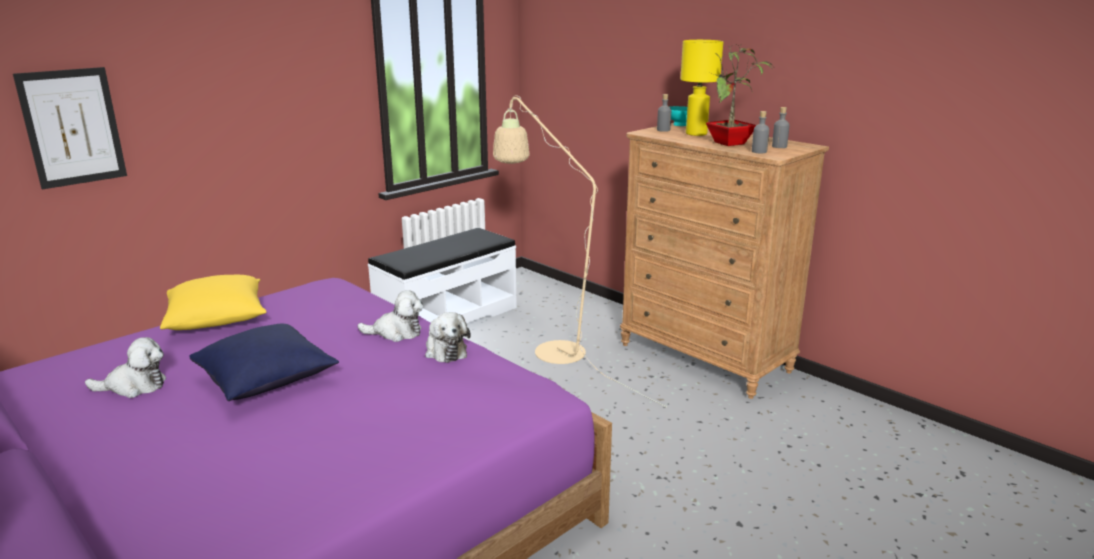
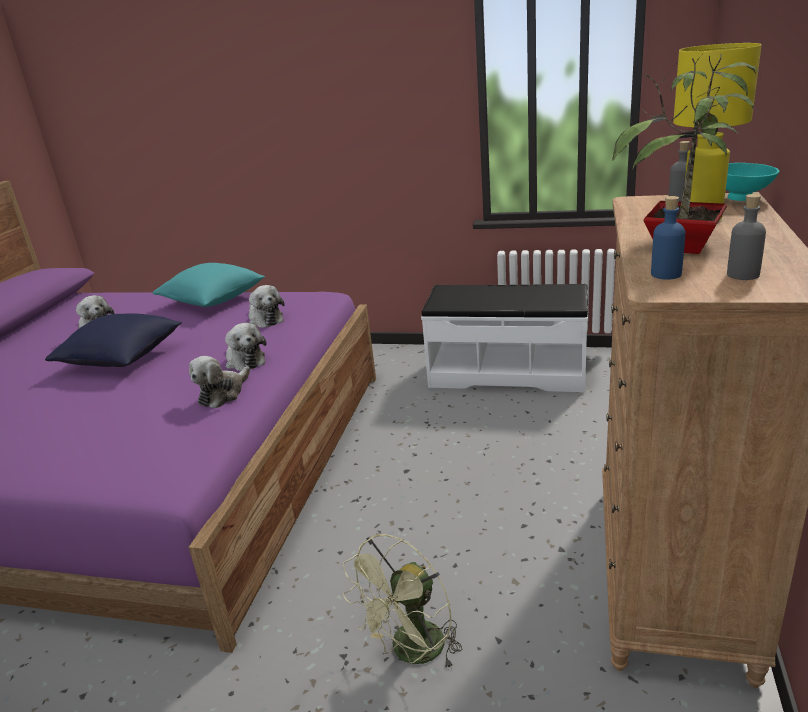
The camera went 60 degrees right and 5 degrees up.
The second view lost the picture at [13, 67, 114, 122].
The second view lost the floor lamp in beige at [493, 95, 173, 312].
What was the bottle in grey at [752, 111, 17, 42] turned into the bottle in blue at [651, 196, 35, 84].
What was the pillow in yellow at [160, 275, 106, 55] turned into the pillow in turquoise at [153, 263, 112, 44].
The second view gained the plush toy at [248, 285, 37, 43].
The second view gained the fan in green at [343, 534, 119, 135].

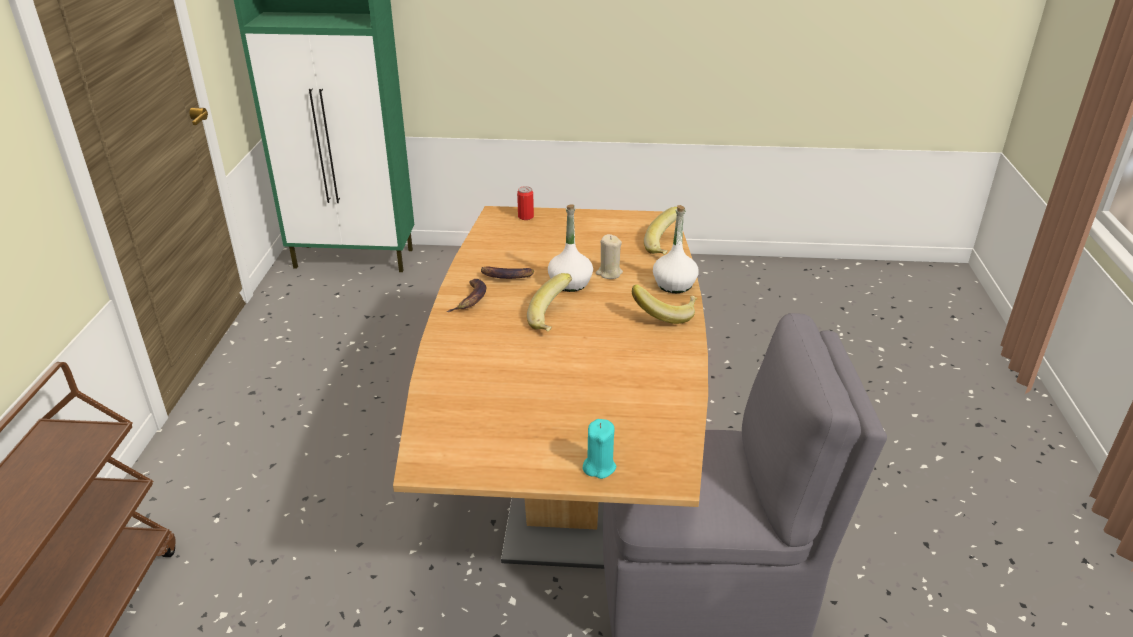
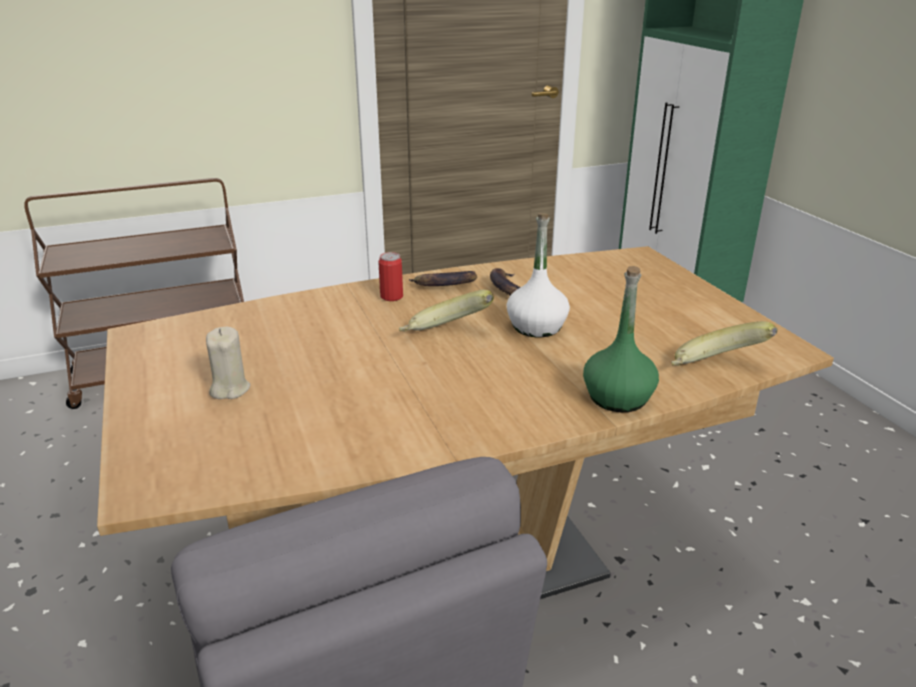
The camera went 65 degrees right and 5 degrees down.
The can ended up elsewhere, having gone from [517, 186, 17, 34] to [378, 252, 25, 49].
What was the bottle in white at [653, 205, 46, 88] turned into the bottle in green at [583, 266, 76, 146].
The candle in beige ended up elsewhere, having gone from [596, 234, 27, 45] to [206, 327, 44, 72].
The second view lost the banana at [632, 284, 66, 40].
The second view lost the candle in turquoise at [583, 419, 33, 60].

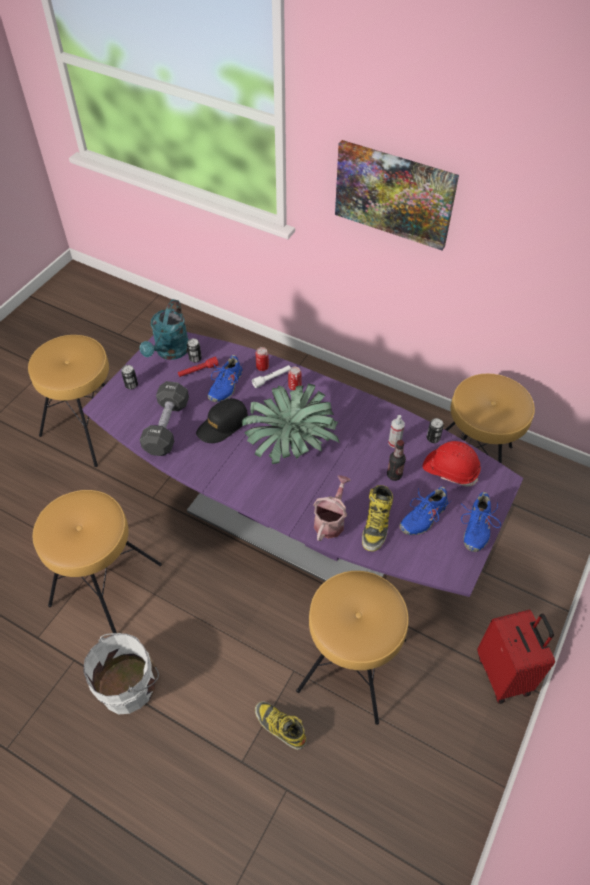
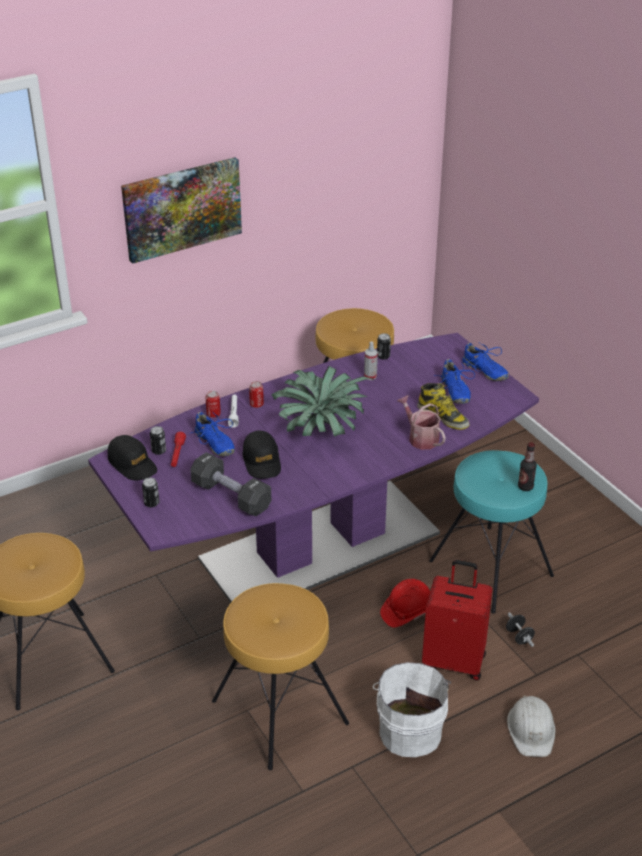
The camera went 60 degrees left and 15 degrees down.
Where the watering can in turquoise stood at [139, 299, 50, 61], the cap in black came to stand at [108, 435, 49, 45].
The bottle ended up elsewhere, having gone from [387, 440, 19, 41] to [518, 442, 19, 49].
The hard hat in red ended up elsewhere, having gone from [423, 441, 58, 46] to [380, 579, 50, 49].
What was the stool in brown at [296, 571, 113, 154] turned into the stool in turquoise at [429, 450, 125, 163].
The suitcase in red ended up elsewhere, having gone from [477, 609, 78, 95] to [422, 560, 71, 121].
Where the boot stood at [255, 701, 52, 49], the dumbbell in black came to stand at [506, 612, 29, 35].
The second view gained the hard hat in white at [507, 695, 48, 62].

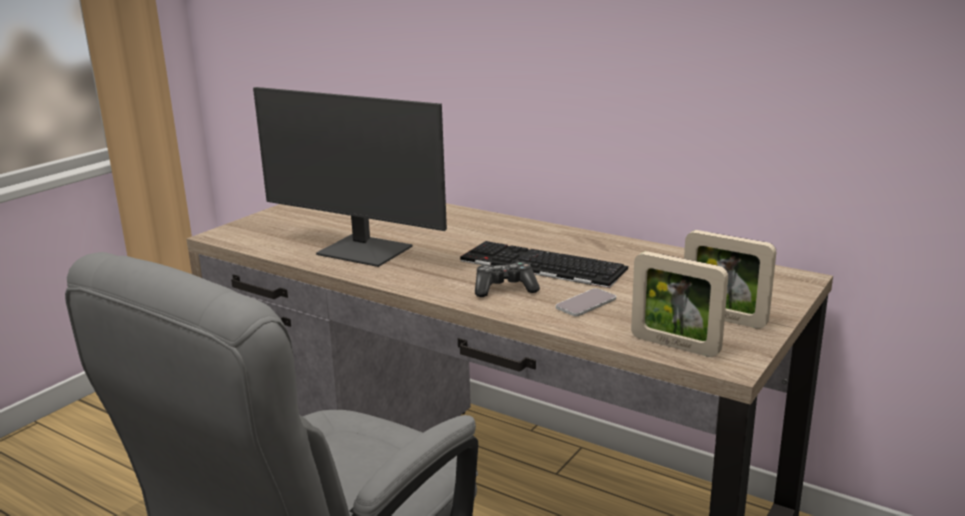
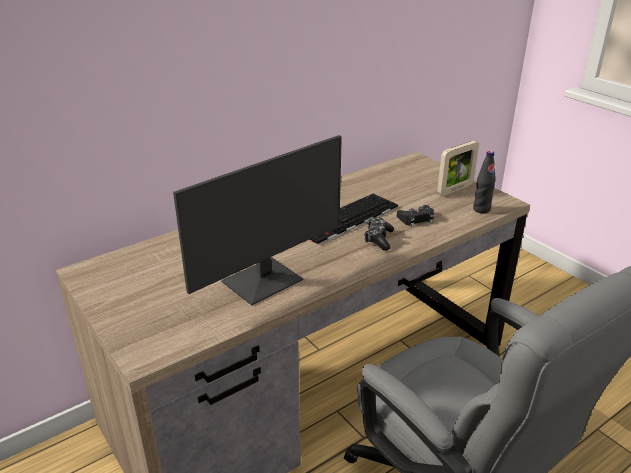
The camera went 70 degrees left and 10 degrees up.
Where the picture frame stood at [631, 251, 97, 106], the bottle in black came to stand at [473, 151, 23, 63].
Where the phone stood at [556, 288, 60, 28], the game controller in black came to stand at [397, 205, 37, 22].

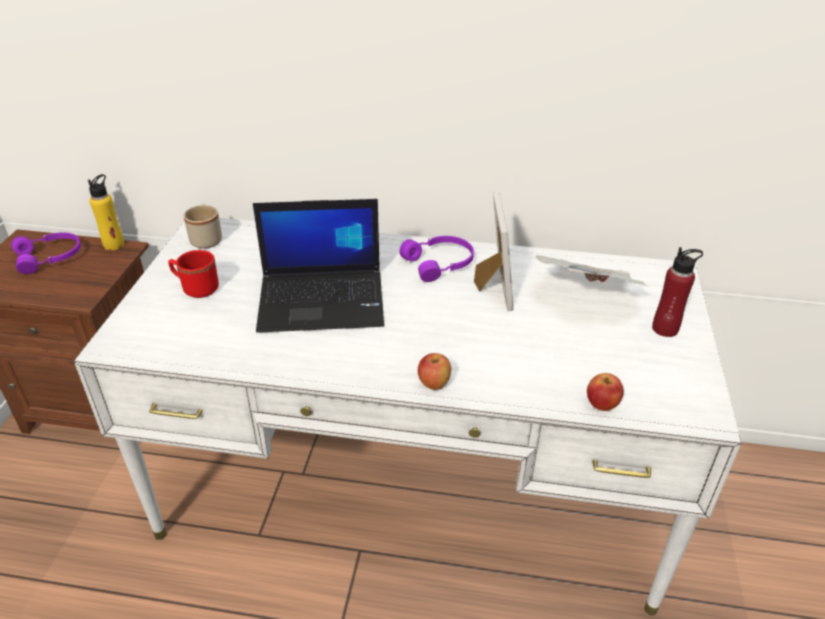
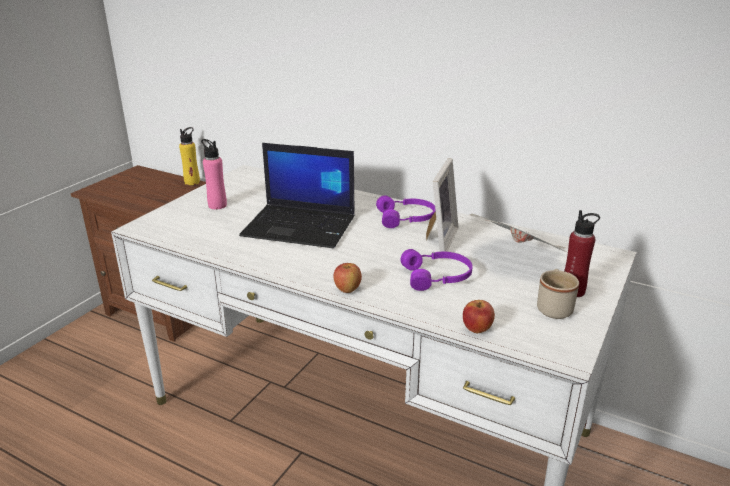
The camera went 20 degrees right and 10 degrees down.
The mug in beige ended up elsewhere, having gone from [183, 204, 39, 45] to [537, 269, 42, 50].
The headphones in purple ended up elsewhere, having gone from [11, 232, 70, 42] to [400, 249, 73, 42].
Where the mug in red stood at [168, 250, 51, 48], the bottle in pink came to stand at [201, 139, 26, 70].

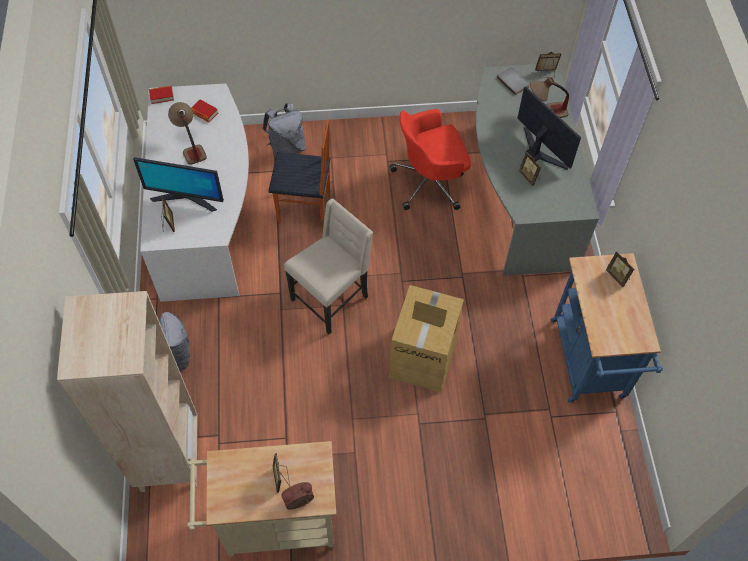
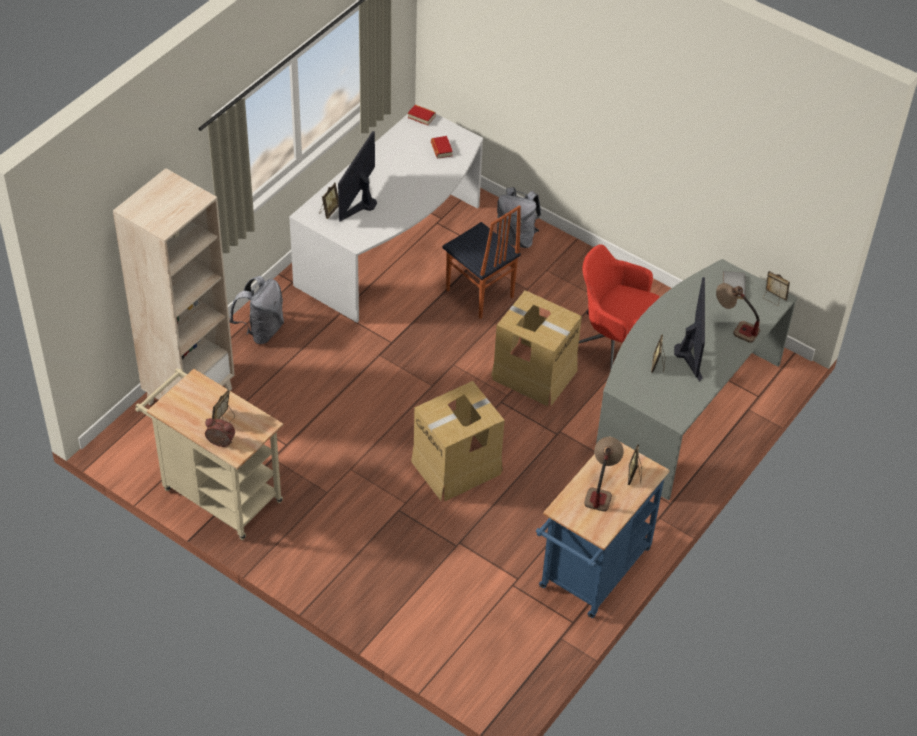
The camera went 40 degrees right and 10 degrees down.
The table lamp ended up elsewhere, having gone from [168, 102, 39, 63] to [584, 437, 40, 74].
The monitor at [133, 157, 91, 55] ended up facing another way, 60 degrees clockwise from before.
The second view lost the chair in beige at [284, 198, 89, 136].
The second view gained the cardboard box at [491, 290, 91, 116].

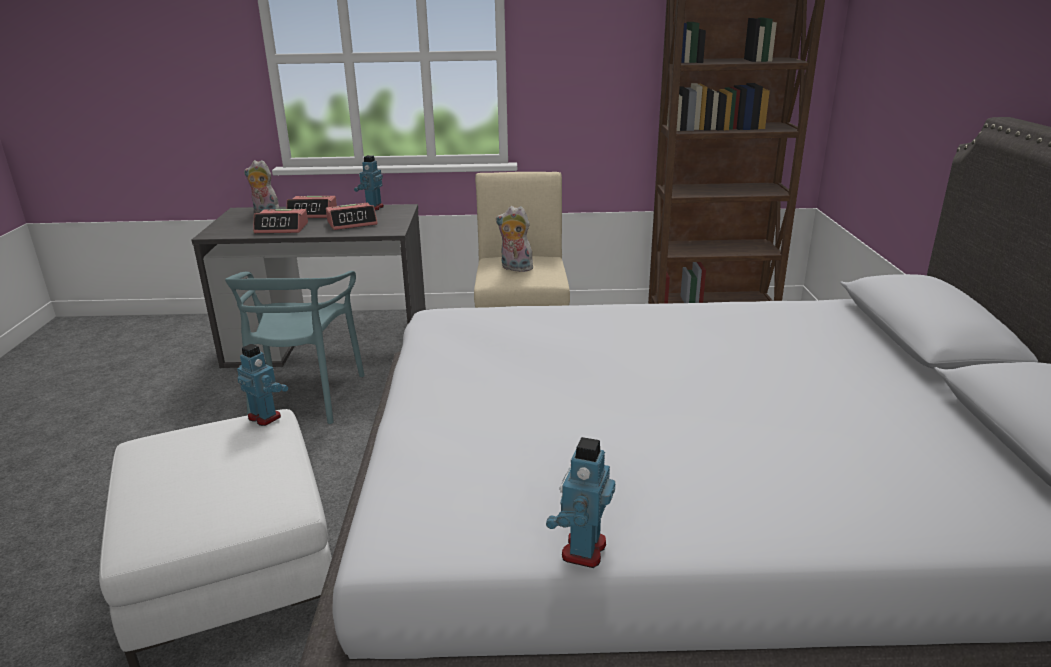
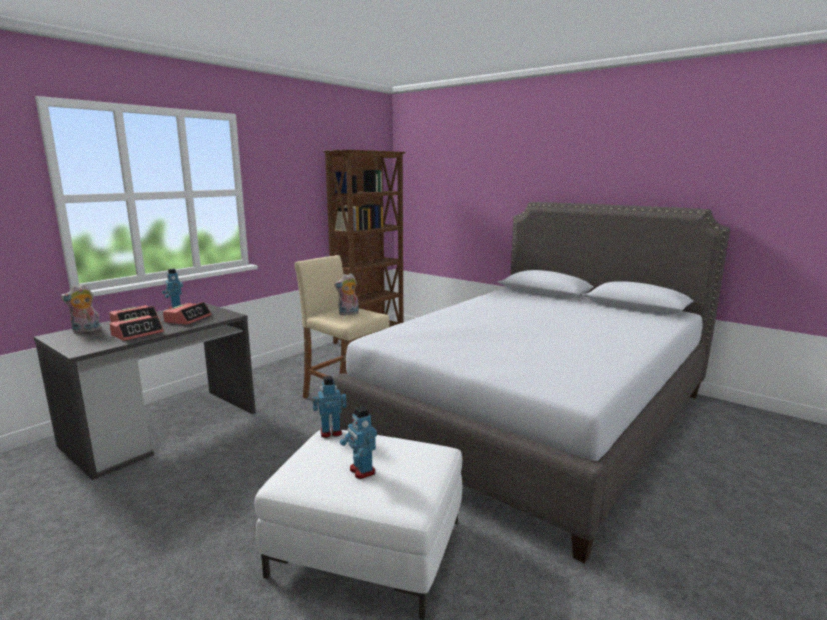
The camera went 50 degrees left and 10 degrees down.
The second view lost the chair in turquoise at [225, 271, 140, 153].
The toy robot ended up elsewhere, having gone from [546, 437, 69, 131] to [340, 406, 37, 73].

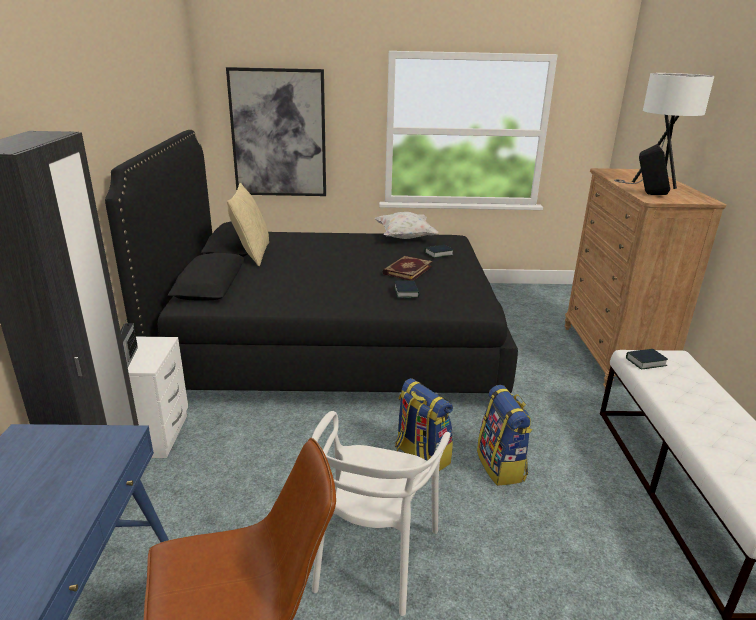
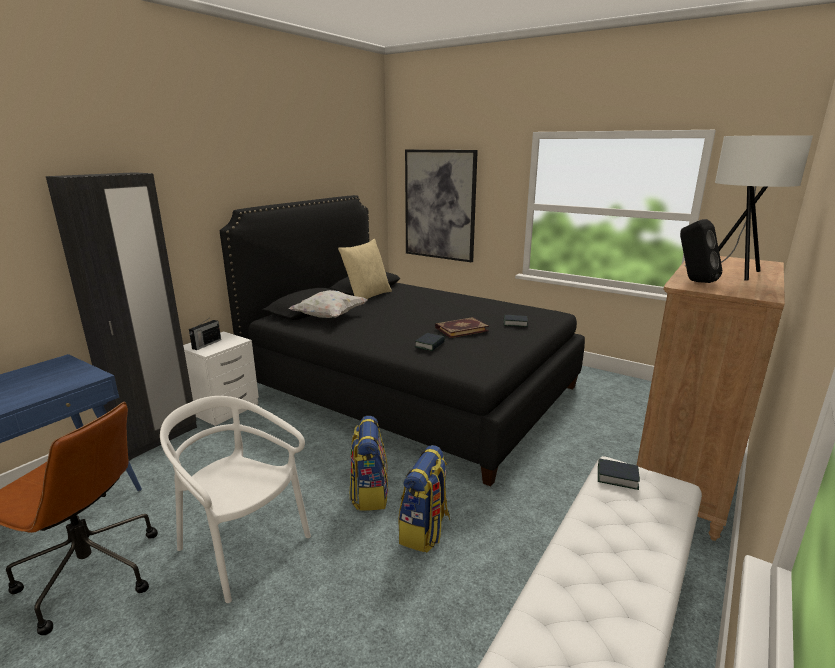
The camera went 35 degrees right and 5 degrees down.
The pillow in white ended up elsewhere, having gone from [375, 212, 63, 27] to [288, 290, 80, 28].
The chair in white at [312, 411, 139, 205] ended up facing another way, 75 degrees clockwise from before.

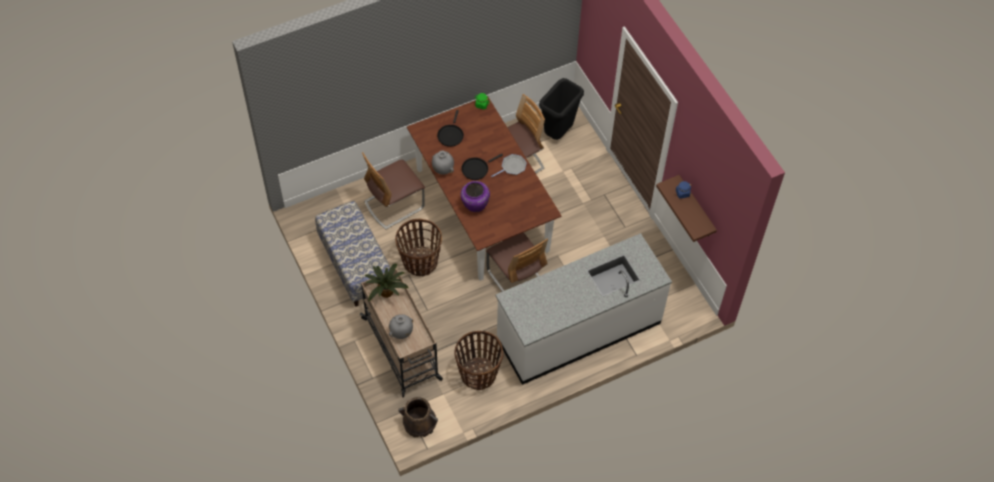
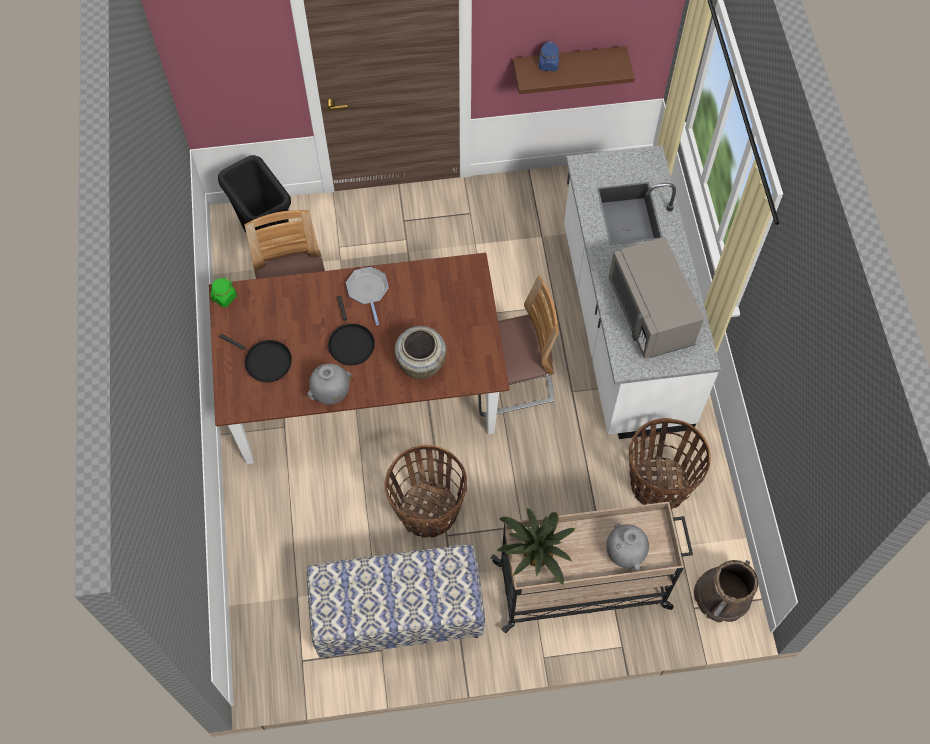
The camera went 70 degrees left and 5 degrees up.
The second view lost the chair at [362, 152, 63, 78].
What was the vase in purple at [461, 181, 29, 31] turned into the vase in beige at [395, 326, 51, 53].
The second view gained the microwave in grey at [609, 237, 95, 122].

